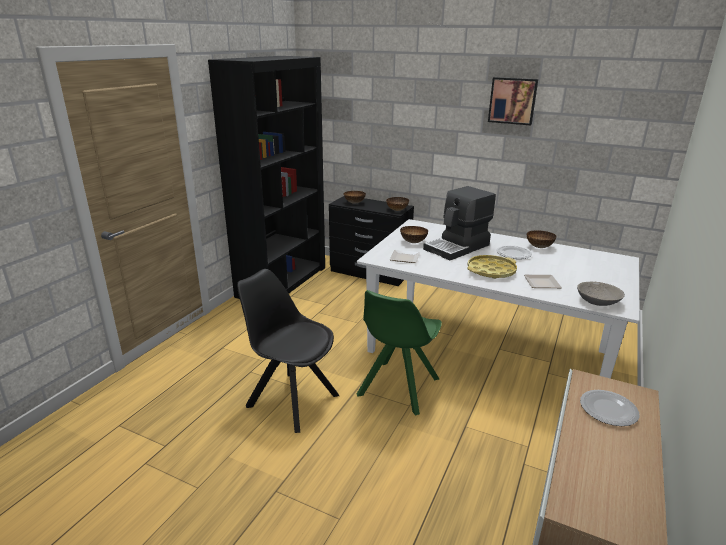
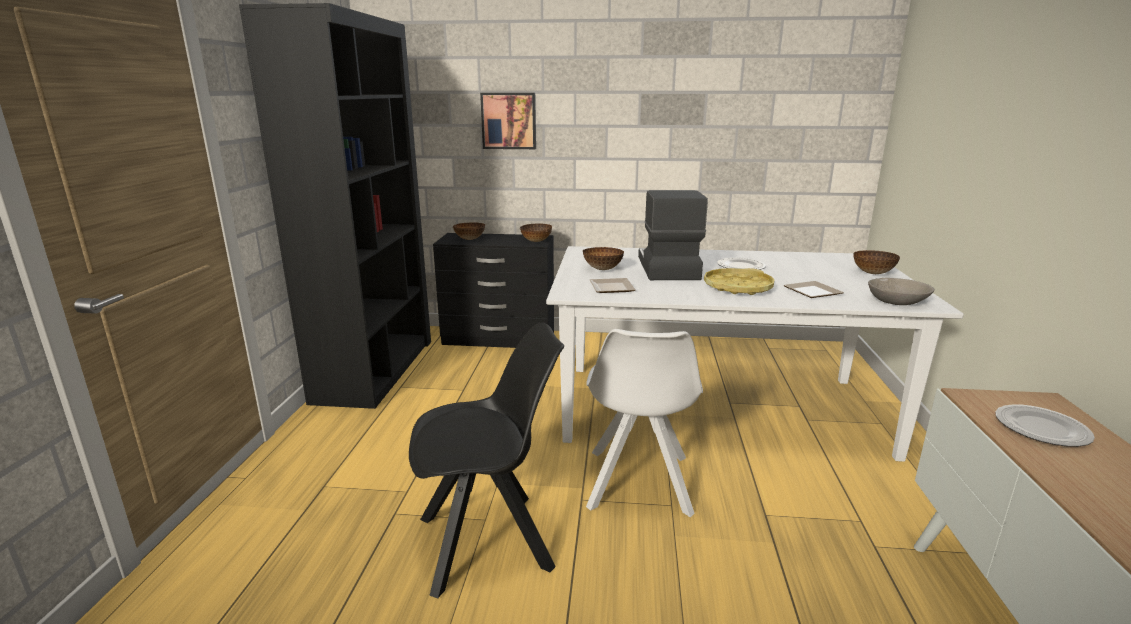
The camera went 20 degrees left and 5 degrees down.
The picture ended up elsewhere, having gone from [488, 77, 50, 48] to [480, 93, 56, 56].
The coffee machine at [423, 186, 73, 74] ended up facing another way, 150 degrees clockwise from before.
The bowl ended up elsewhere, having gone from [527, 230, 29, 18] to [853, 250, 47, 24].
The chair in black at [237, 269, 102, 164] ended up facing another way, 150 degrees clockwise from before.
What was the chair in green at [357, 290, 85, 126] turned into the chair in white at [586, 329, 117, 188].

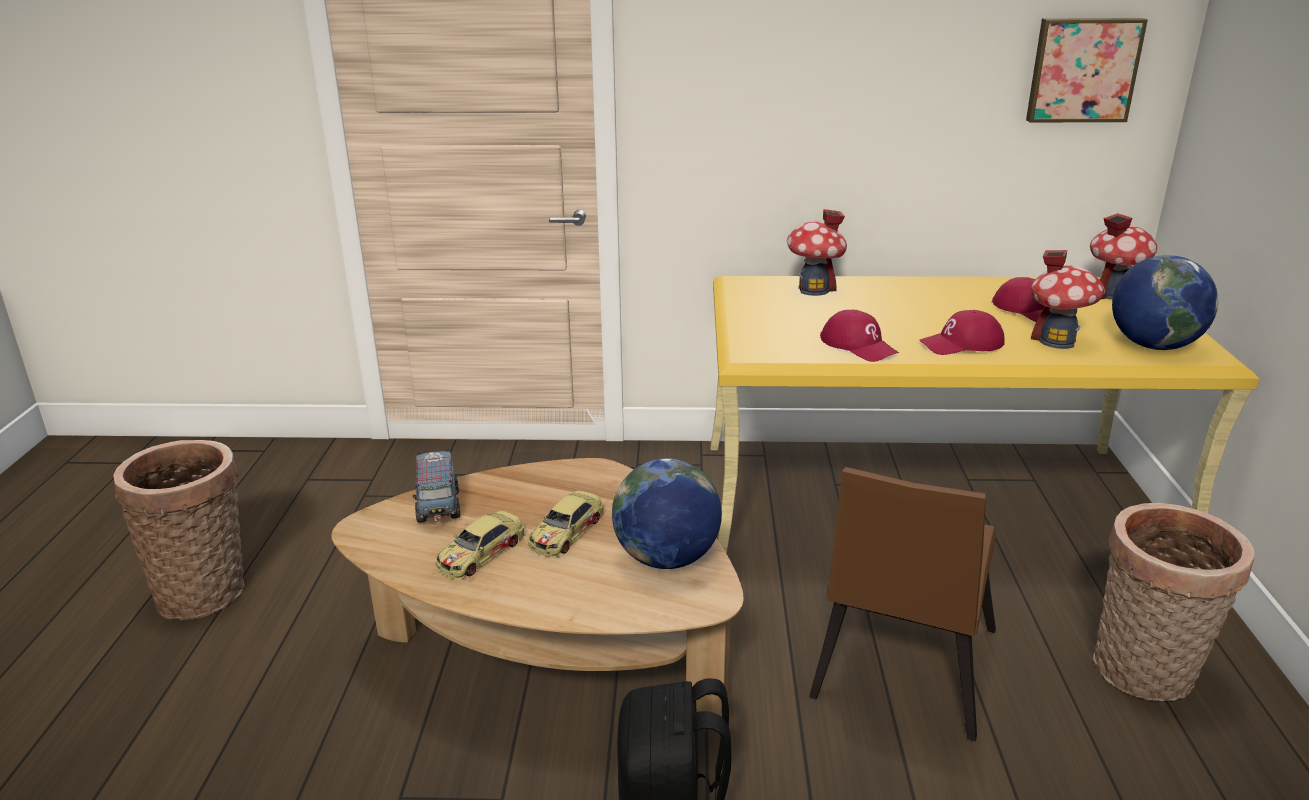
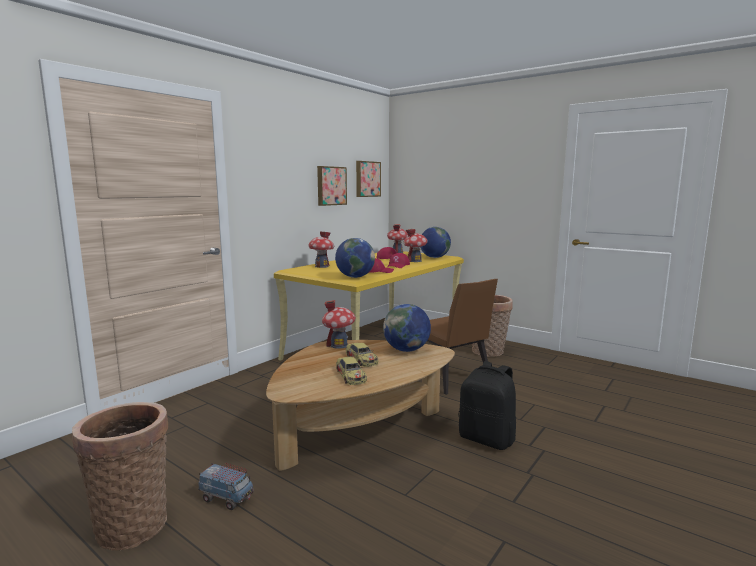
The camera went 55 degrees left and 15 degrees down.
The toy truck ended up elsewhere, having gone from [413, 448, 47, 75] to [198, 463, 56, 47].
The second view gained the picture at [317, 166, 30, 40].
The second view gained the globe at [335, 238, 40, 40].
The second view gained the toy house at [322, 300, 34, 49].

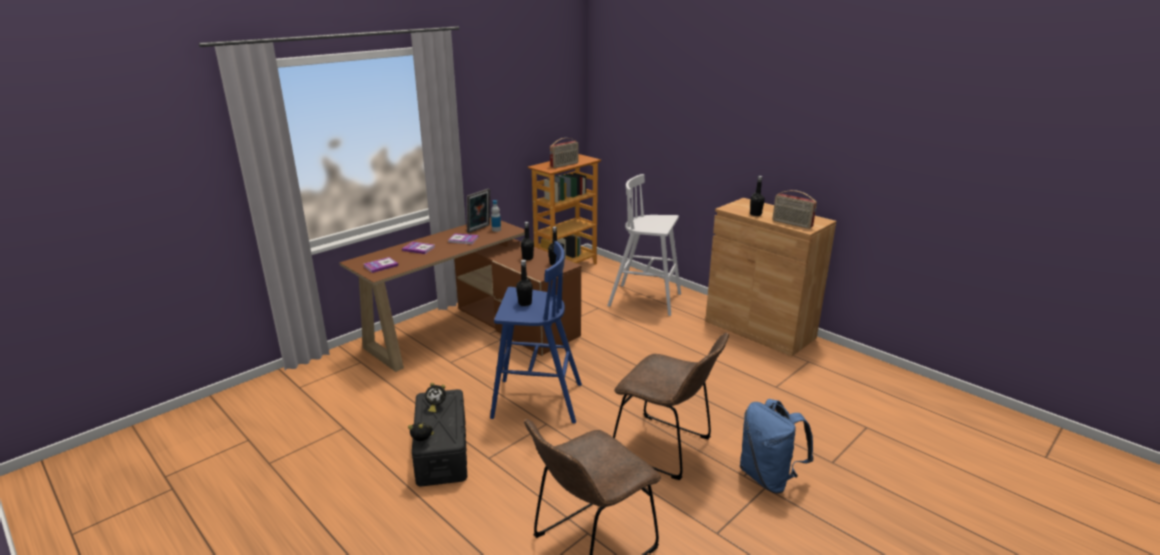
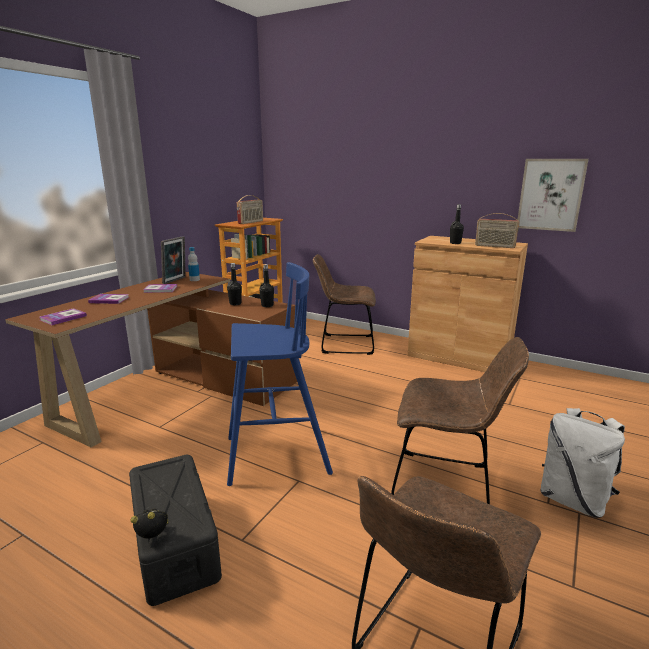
The camera went 15 degrees left and 5 degrees down.
Where the stool in white stood at [607, 174, 74, 142], the chair in brown came to stand at [313, 254, 63, 101].
The second view lost the bottle in black at [516, 260, 17, 46].
The second view lost the alarm clock at [425, 383, 21, 30].
What was the backpack in blue at [740, 399, 74, 94] turned into the backpack in white at [540, 408, 85, 110].
The second view gained the picture at [517, 159, 72, 73].

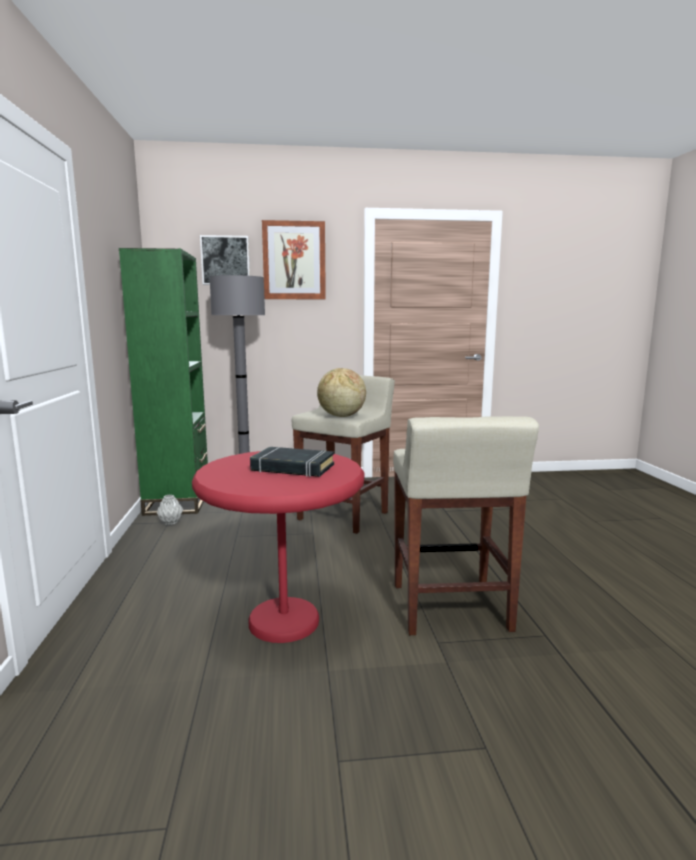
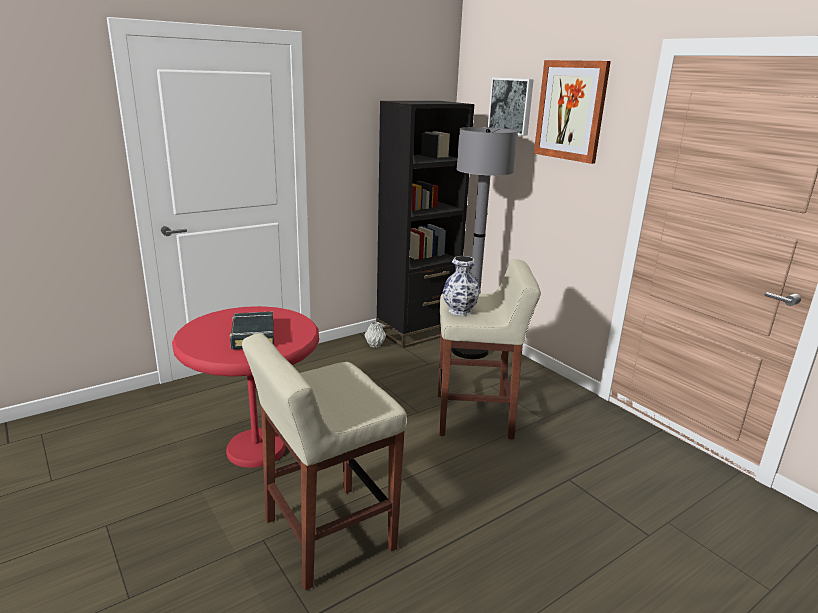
The camera went 60 degrees right and 10 degrees up.
What was the bookcase in green at [119, 248, 89, 268] turned into the bookcase in black at [376, 101, 98, 247].
Where the globe stood at [317, 368, 49, 49], the vase came to stand at [443, 256, 37, 60].

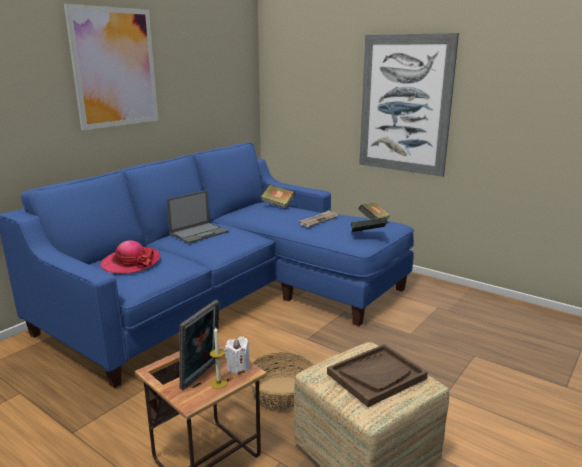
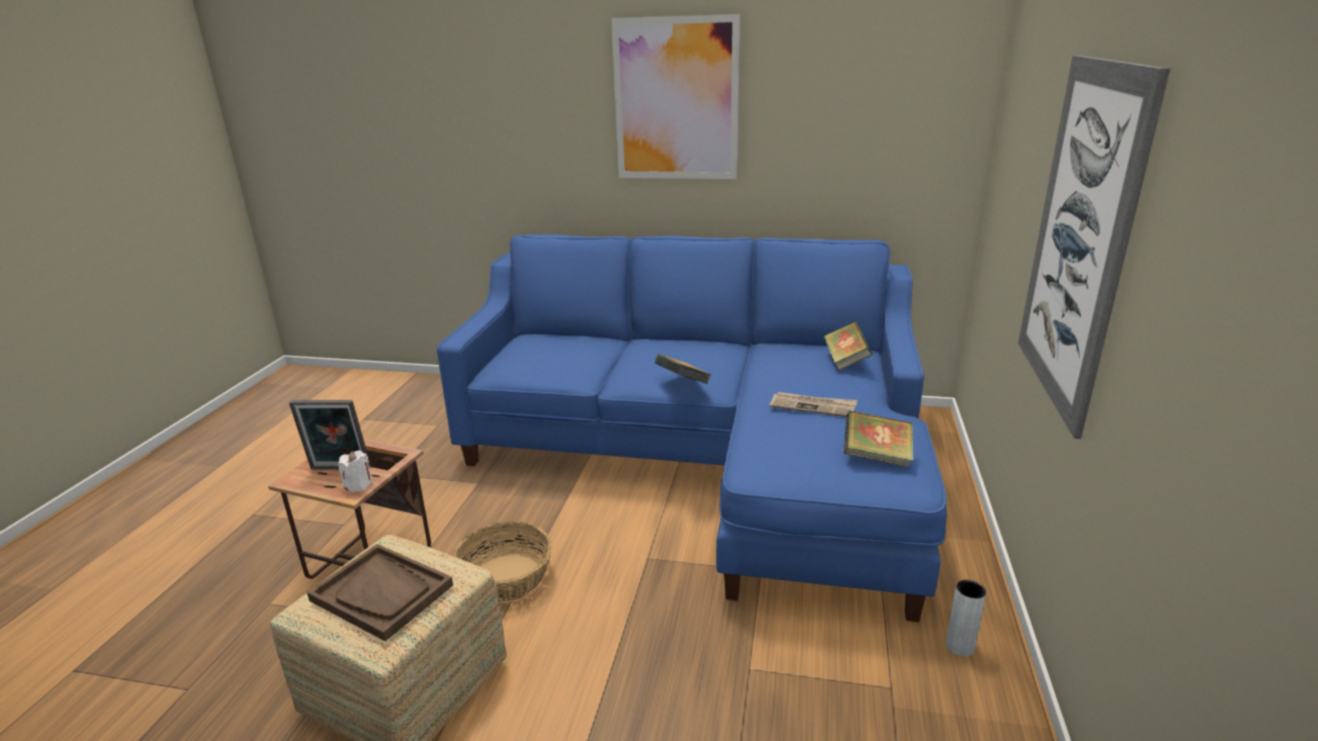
The camera went 65 degrees right and 5 degrees up.
The second view lost the laptop at [167, 190, 62, 53].
The book ended up elsewhere, having gone from [350, 217, 37, 15] to [655, 354, 56, 30].
The second view lost the hat at [100, 240, 60, 34].
The second view lost the candle at [210, 327, 17, 62].
The second view gained the vase in grey at [946, 580, 40, 77].

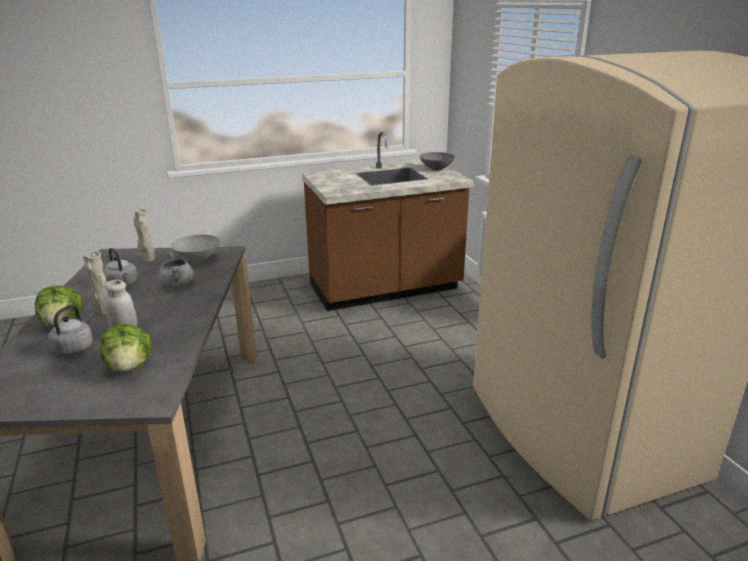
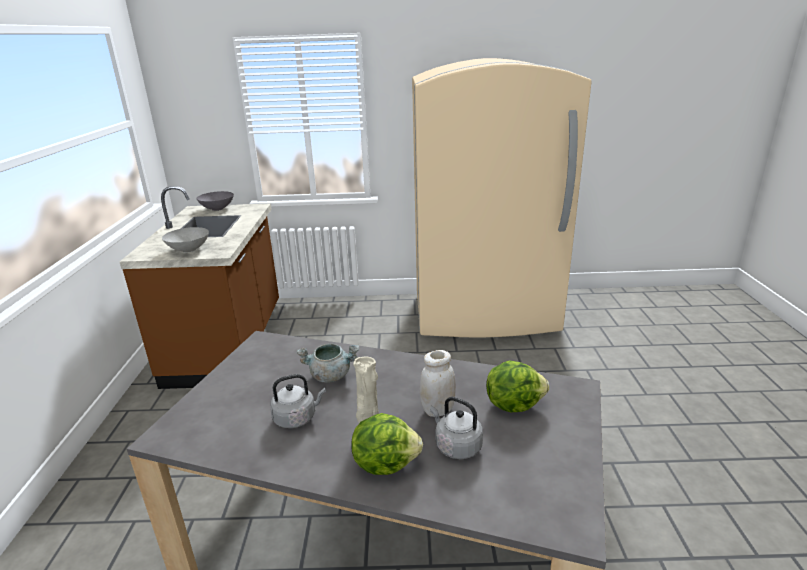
The camera went 70 degrees left and 0 degrees up.
The second view lost the vase in beige at [134, 209, 21, 53].
The bowl in grey ended up elsewhere, having gone from [171, 235, 49, 27] to [162, 227, 47, 26].

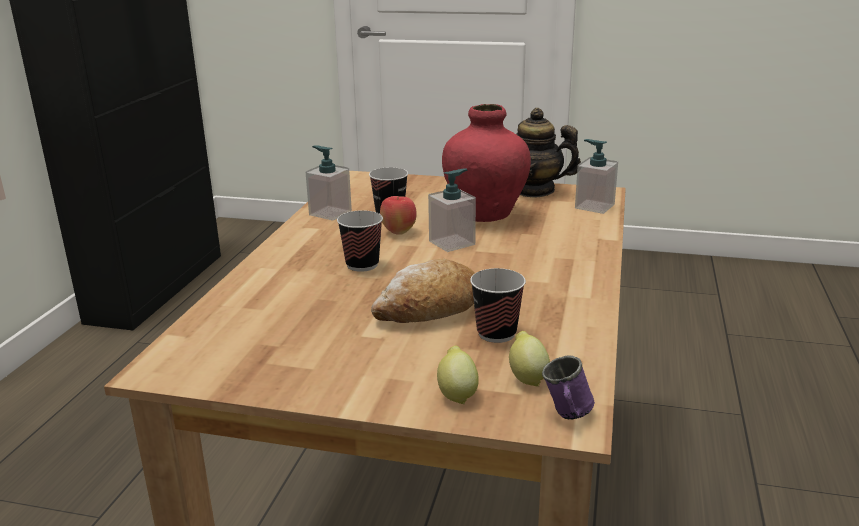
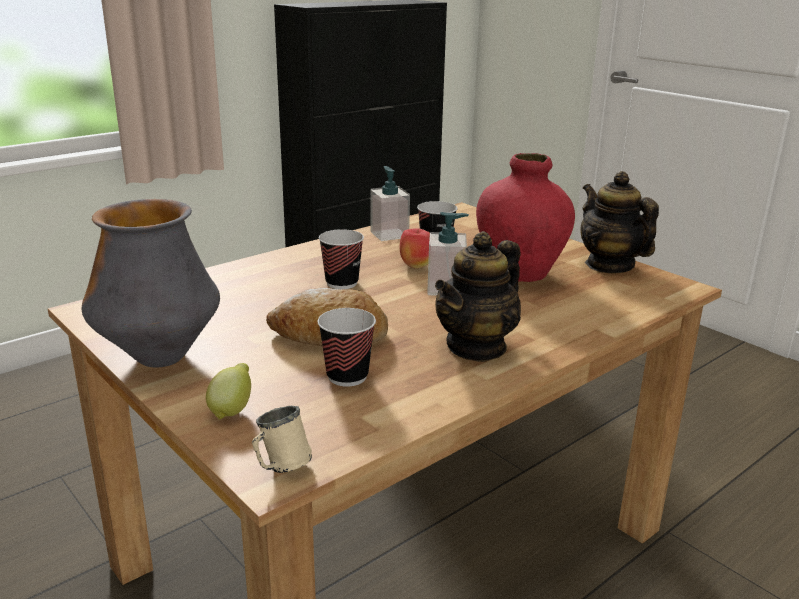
The camera went 35 degrees right and 0 degrees up.
The second view lost the soap dispenser at [575, 139, 43, 75].
The second view lost the lemon at [509, 331, 41, 56].
What was the mug in purple at [542, 355, 53, 64] turned into the mug in beige at [252, 406, 60, 67].
The second view gained the vase at [81, 199, 139, 169].
The second view gained the teapot at [435, 231, 86, 131].

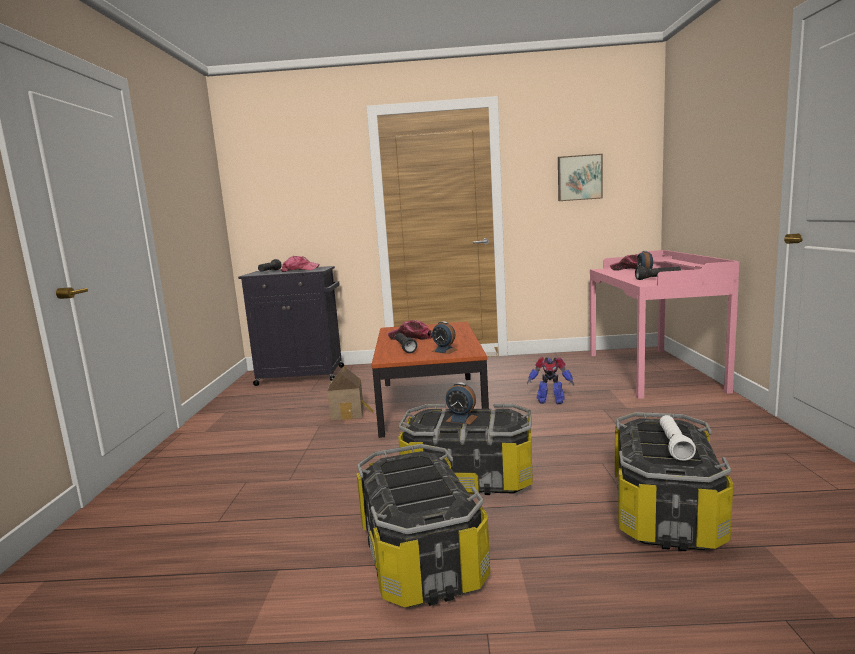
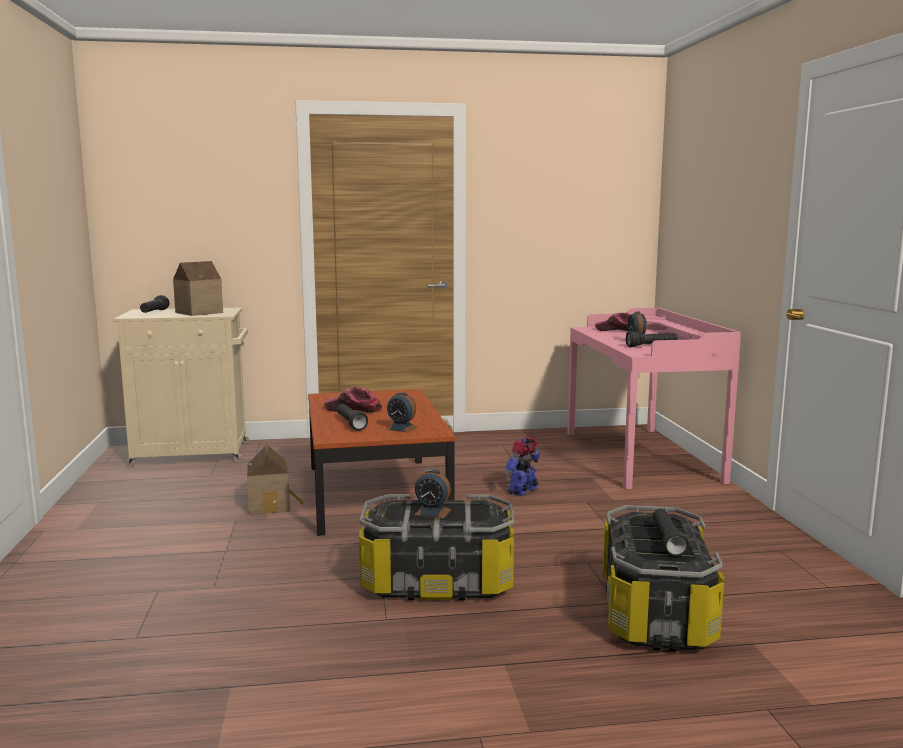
The camera went 10 degrees left and 0 degrees up.
The second view lost the picture at [558, 154, 45, 47].
Where the cap stood at [281, 256, 39, 16], the toy house came to stand at [173, 261, 50, 55].
What was the cabinet in black at [238, 266, 106, 120] turned into the cabinet in beige at [113, 308, 136, 159].
The toy robot at [527, 357, 47, 47] ended up facing another way, 120 degrees clockwise from before.
What was the flashlight in white at [660, 415, 36, 46] turned into the flashlight in black at [653, 508, 36, 49].
The second view lost the storage box at [357, 444, 133, 163].

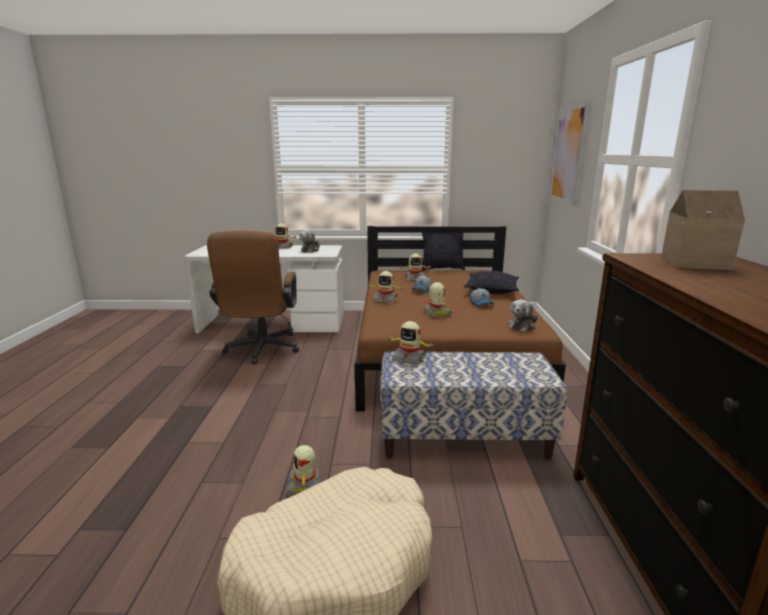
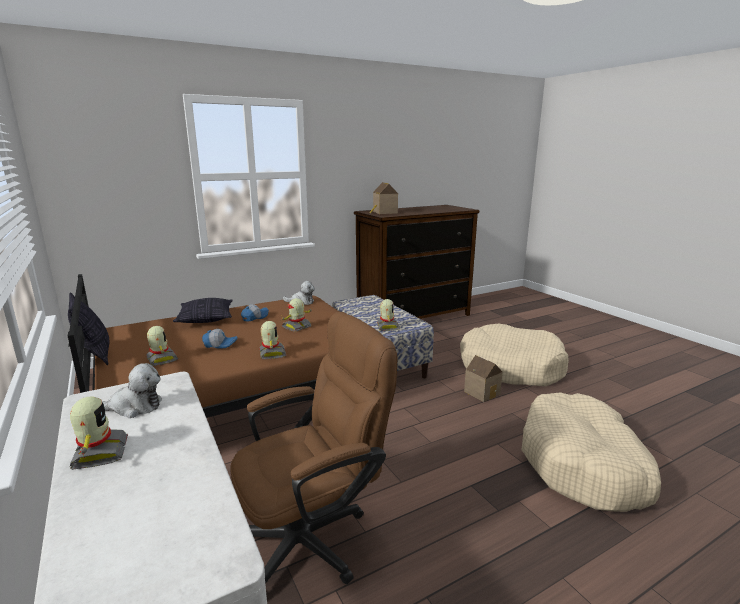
The camera went 120 degrees left and 0 degrees up.
The second view lost the picture at [550, 102, 40, 104].
Where the toy robot stood at [286, 445, 34, 51], the toy house came to stand at [464, 355, 39, 47].
The second view gained the dog bed in beige at [521, 393, 140, 119].

